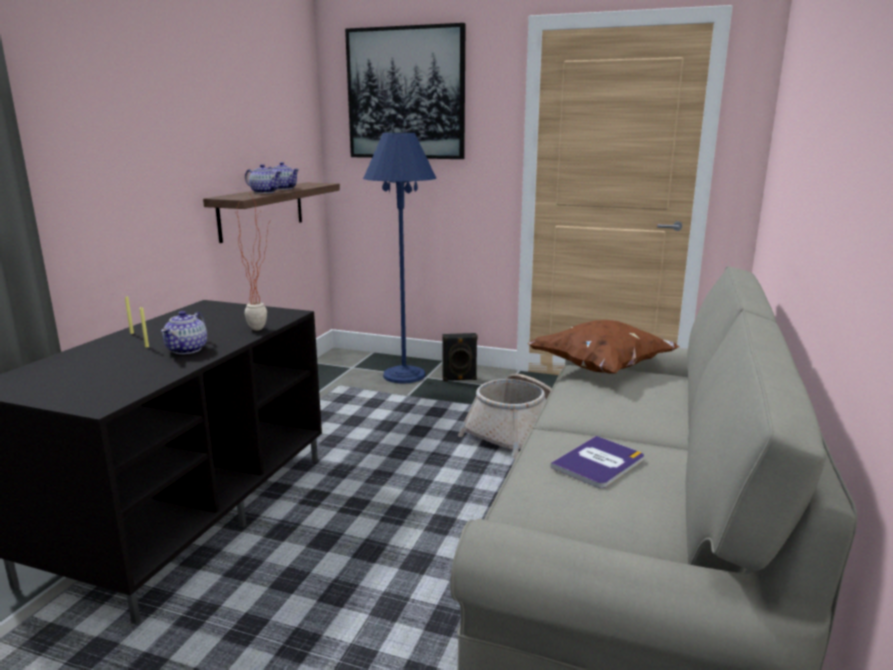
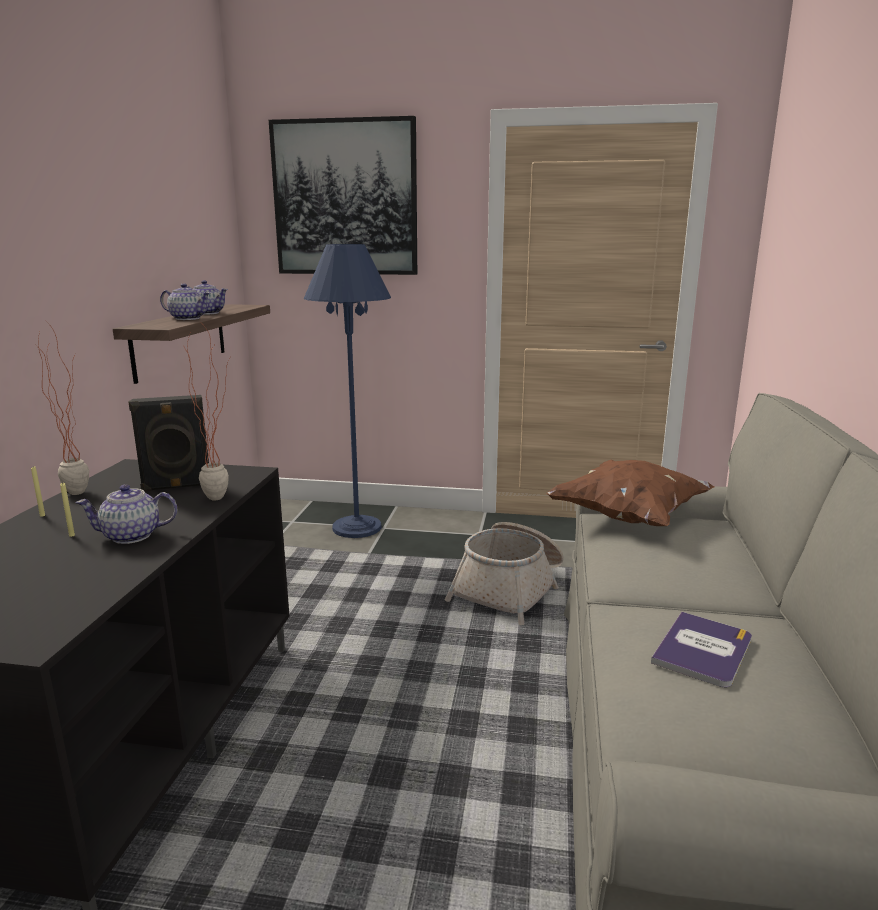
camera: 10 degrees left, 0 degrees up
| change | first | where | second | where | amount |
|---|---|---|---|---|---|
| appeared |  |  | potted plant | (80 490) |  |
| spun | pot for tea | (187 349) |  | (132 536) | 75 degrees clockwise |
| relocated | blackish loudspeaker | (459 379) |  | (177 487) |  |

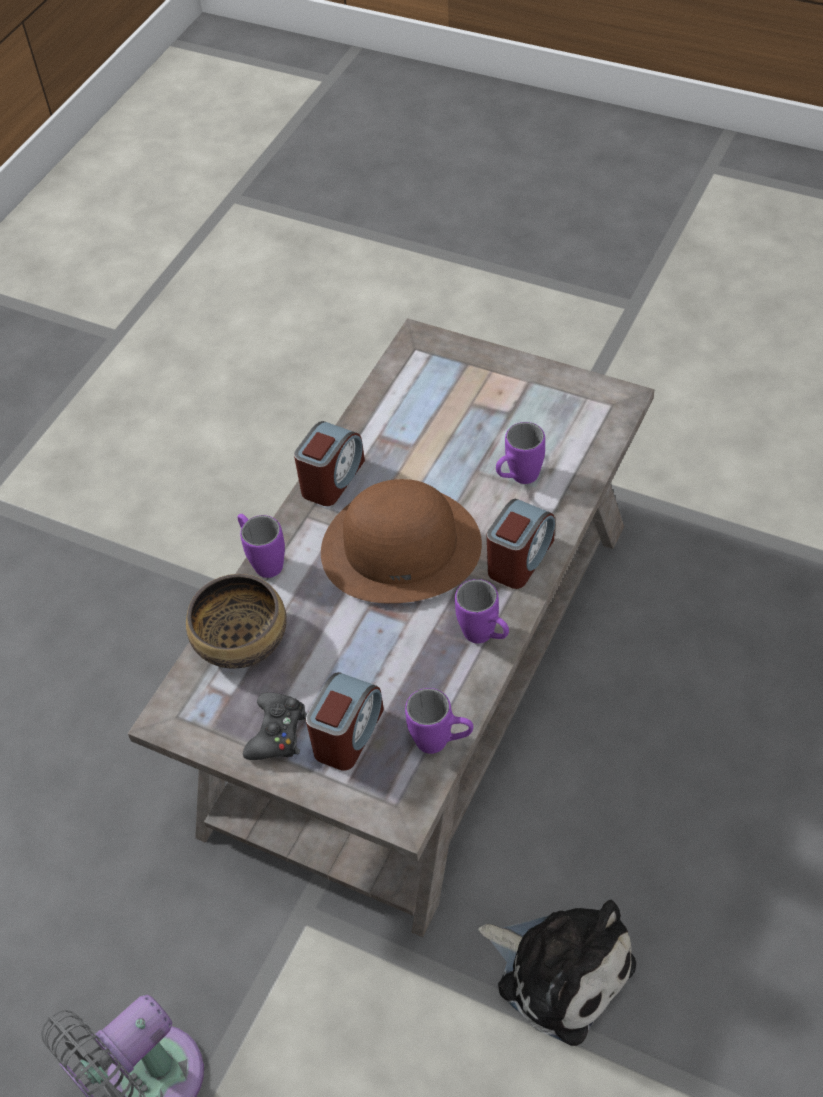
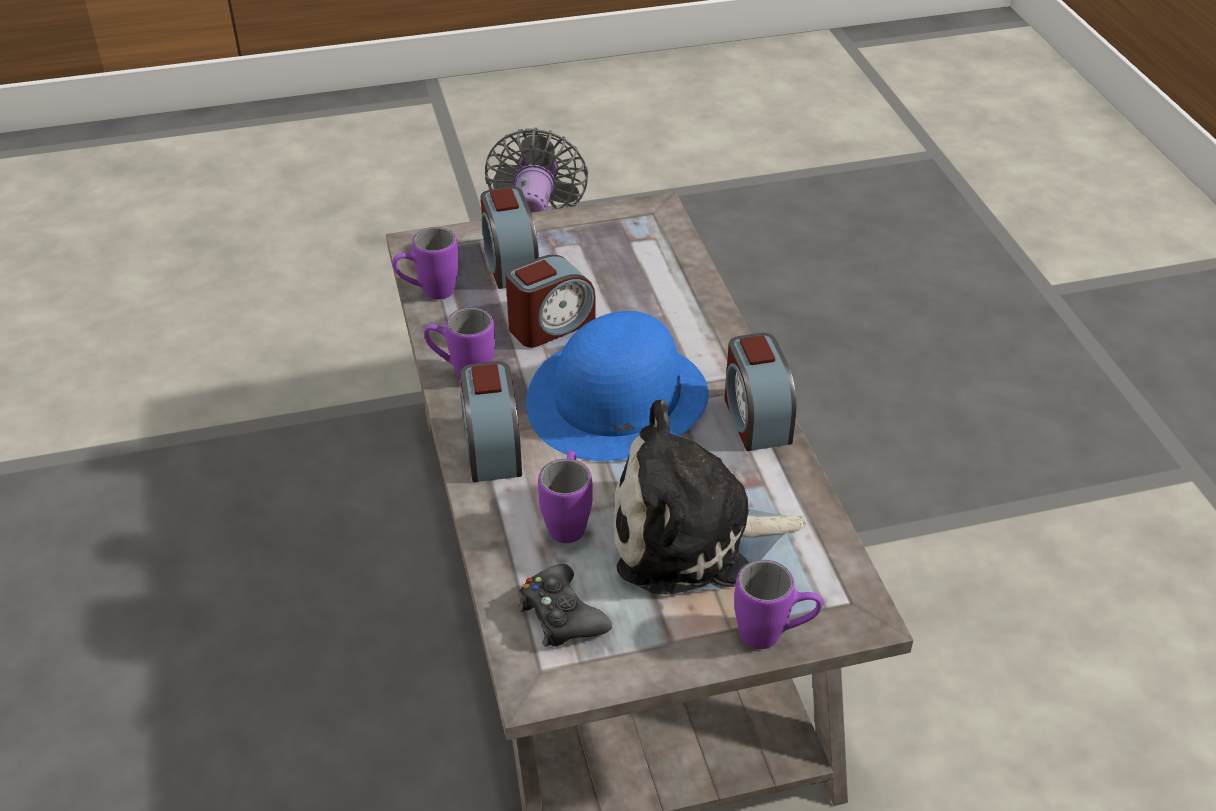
camera: 135 degrees right, 10 degrees down
| change | first | where | second | where | amount |
|---|---|---|---|---|---|
| appeared |  |  | bedside clock | (550 325) |  |
| relocated | blackish game controller | (277 733) |  | (561 615) |  |
| colour | brown hat | (401 546) | blue-coloured hat | (617 399) |  |
| relocated | soft toy | (559 970) |  | (693 536) |  |
| relocated | purplish coffee mug | (263 560) |  | (773 635) |  |
| missing | serving bowl | (242 639) |  |  |  |

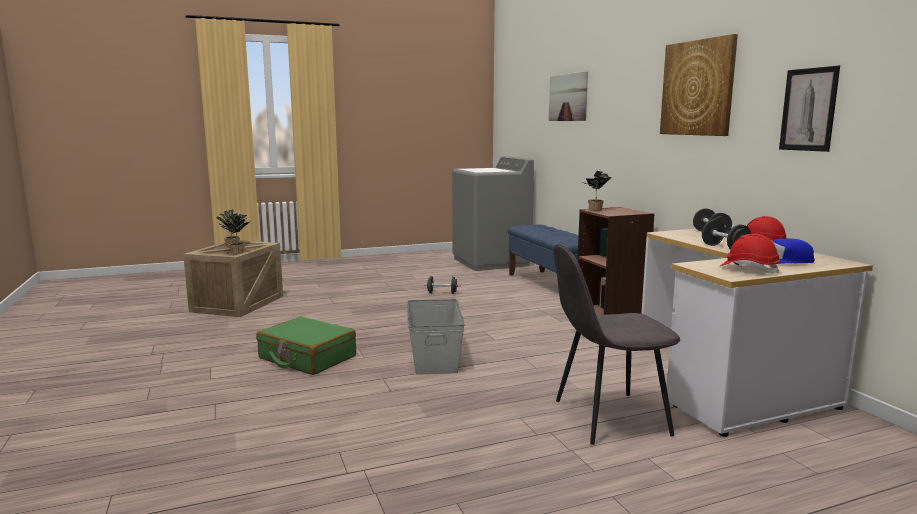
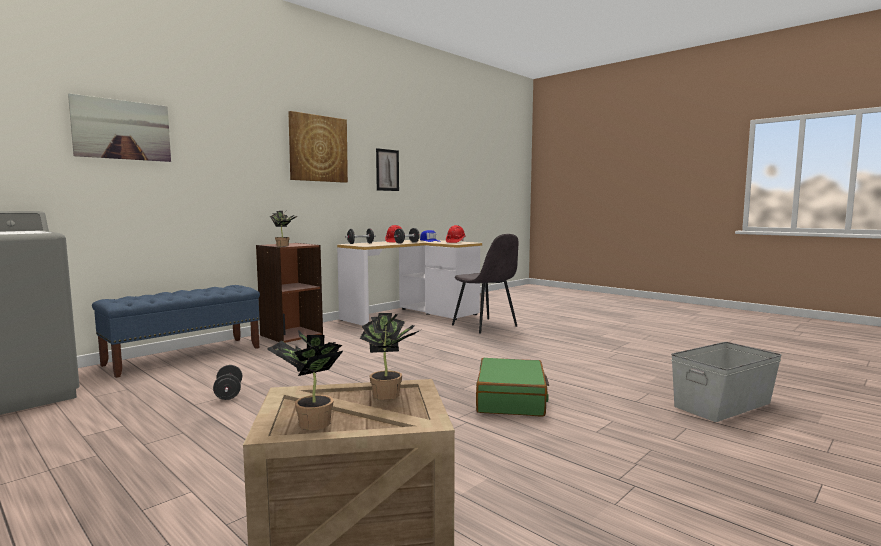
camera: 115 degrees left, 5 degrees down
| change | first | where | second | where | amount |
|---|---|---|---|---|---|
| relocated | greyish storage bin | (435 356) |  | (721 404) |  |

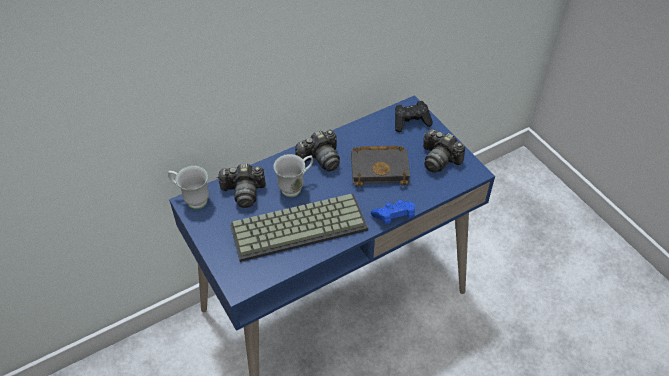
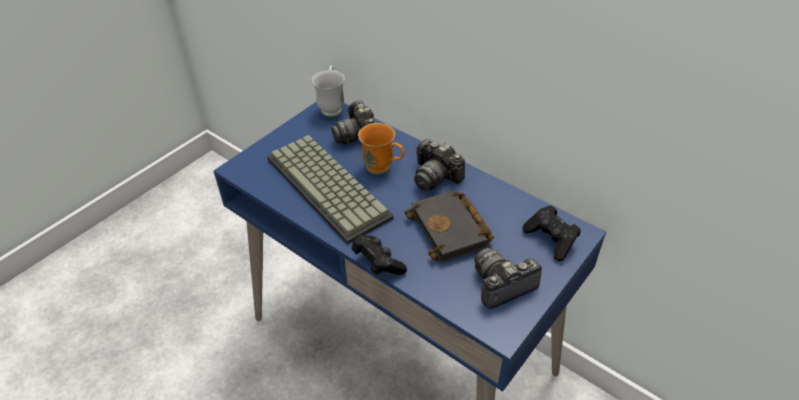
camera: 70 degrees right, 5 degrees down
| change | first | where | second | where | amount |
|---|---|---|---|---|---|
| colour | blue-coloured game controller | (394 217) | blackish game controller | (377 263) |  |
| colour | white coffee mug | (296 187) | orangey coffee mug | (383 169) |  |
| spun | still camera | (439 159) |  | (502 285) | 45 degrees clockwise |

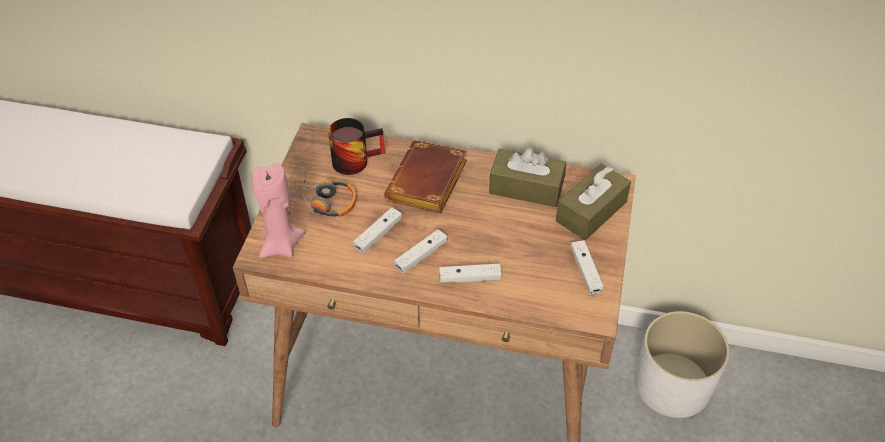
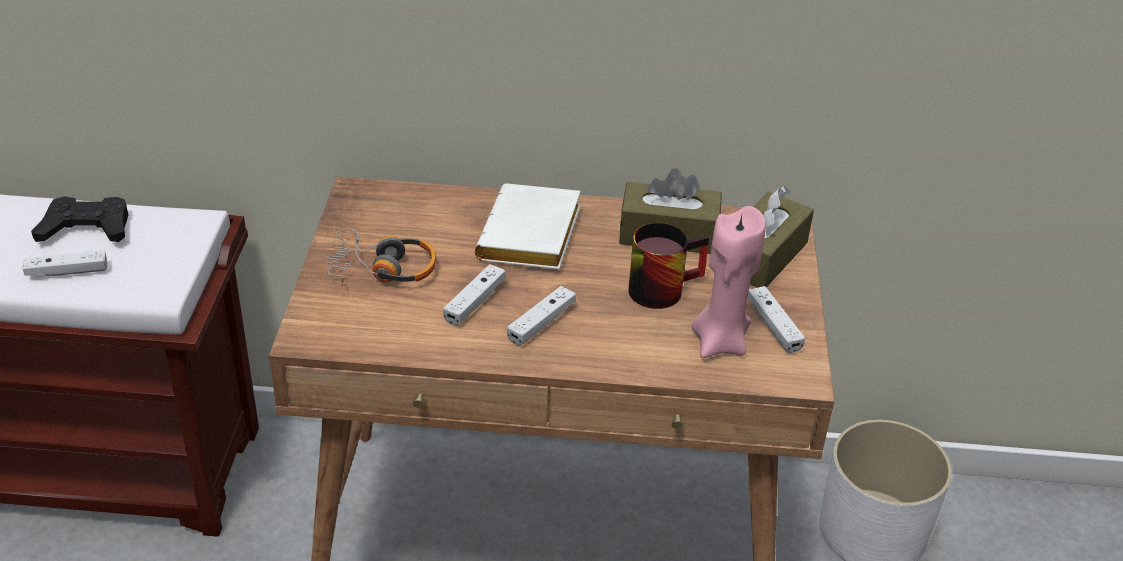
camera: 10 degrees left, 10 degrees down
| change | first | where | second | where | amount |
|---|---|---|---|---|---|
| relocated | white game controller | (470 278) |  | (67 271) |  |
| appeared |  |  | blackish game controller | (86 228) |  |
| colour | brown book | (428 184) | white book | (532 238) |  |
| relocated | coffee mug | (355 158) |  | (661 286) |  |
| relocated | pinkish candle | (281 245) |  | (720 342) |  |

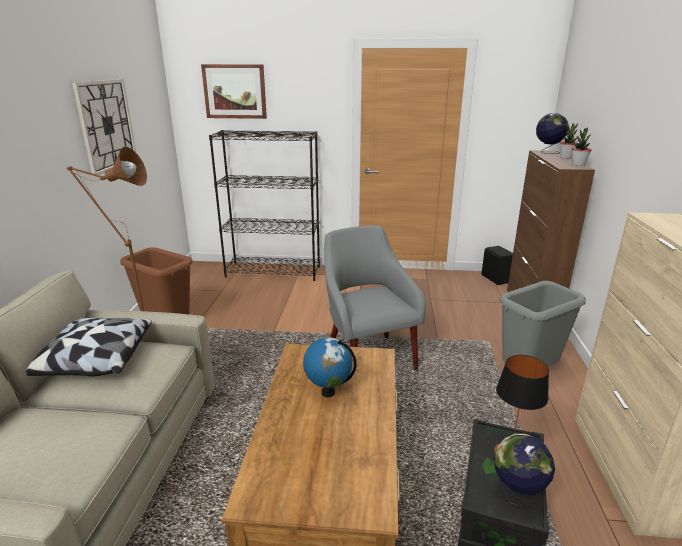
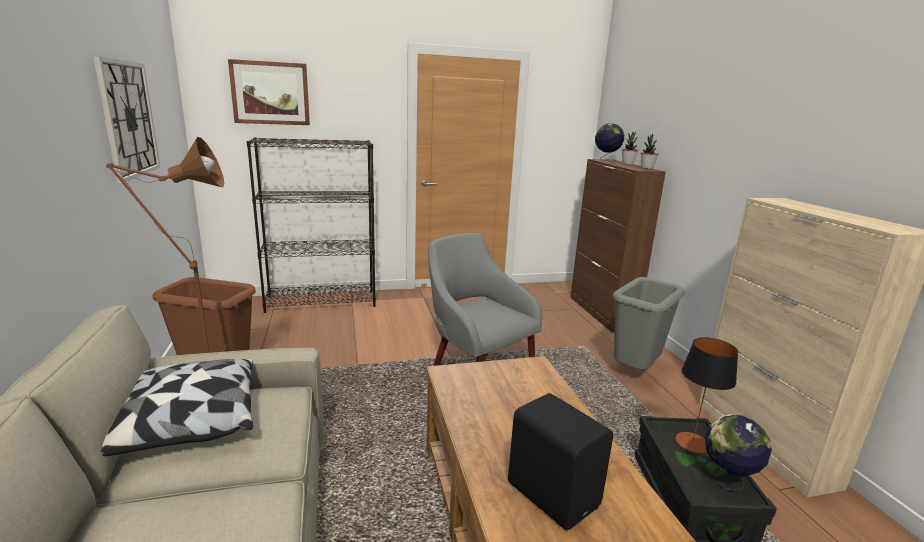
camera: 20 degrees left, 5 degrees down
| change | first | where | second | where | amount |
|---|---|---|---|---|---|
| relocated | blackish loudspeaker | (496 278) |  | (553 493) |  |
| missing | world globe | (328 392) |  |  |  |

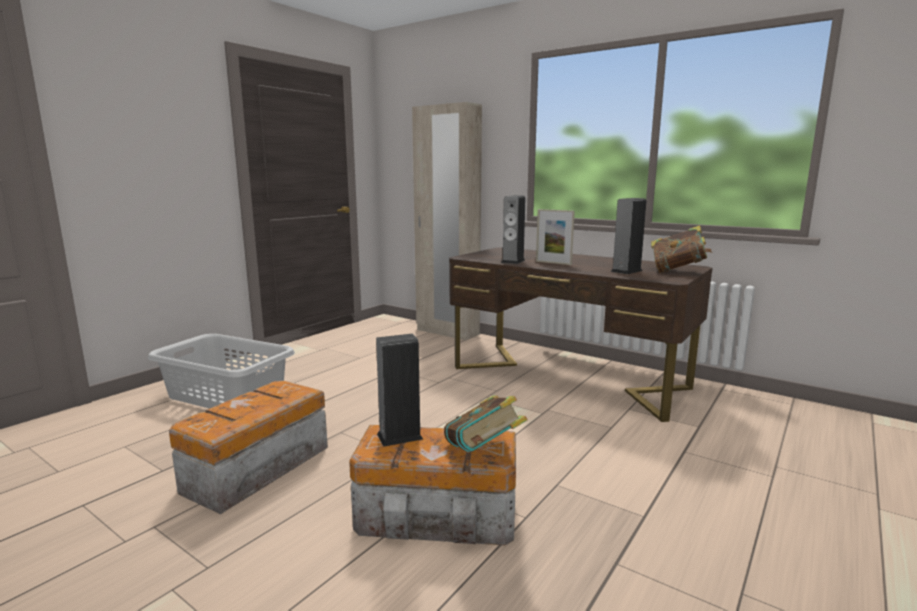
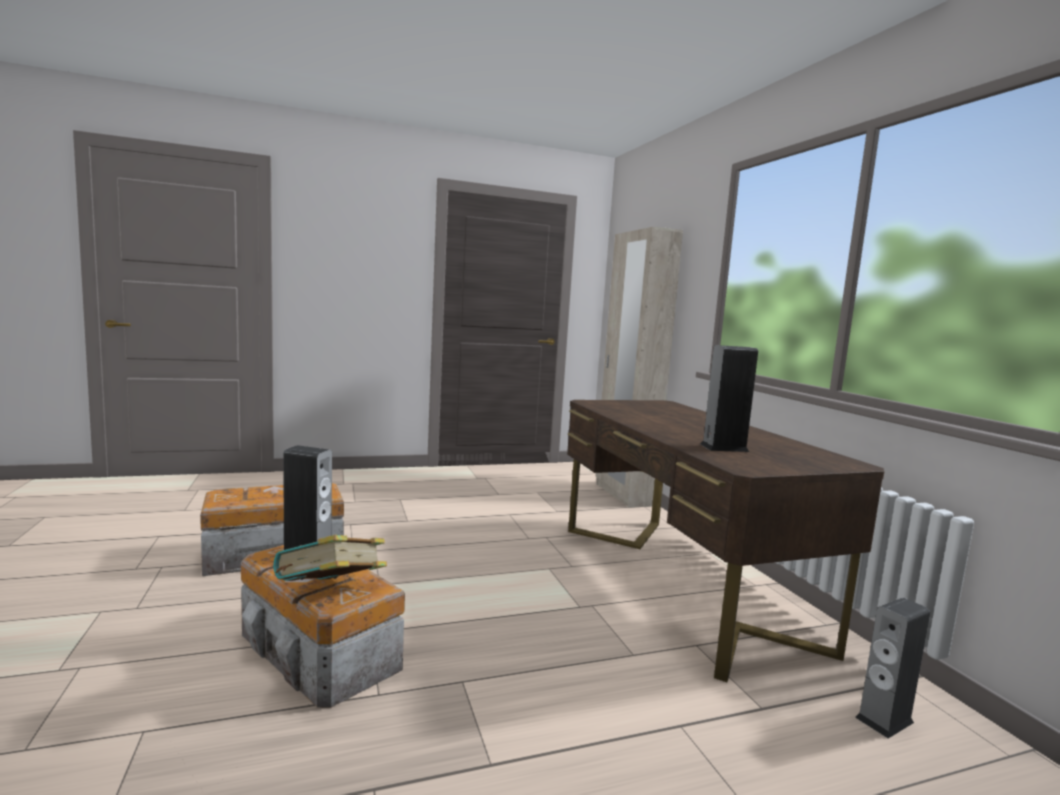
camera: 35 degrees right, 5 degrees down
| change | first | where | second | where | amount |
|---|---|---|---|---|---|
| relocated | loudspeaker | (513 261) |  | (884 720) |  |
| missing | greyish laundry basket | (226 395) |  |  |  |
| missing | photo frame | (553 263) |  |  |  |
| missing | book | (677 271) |  |  |  |

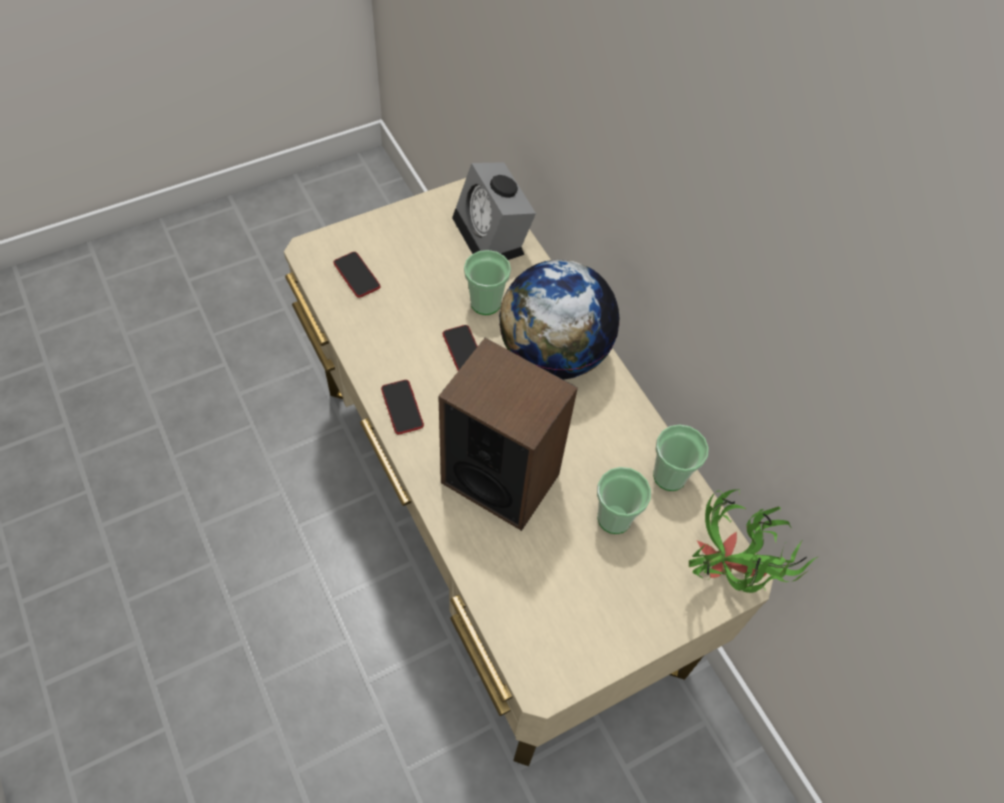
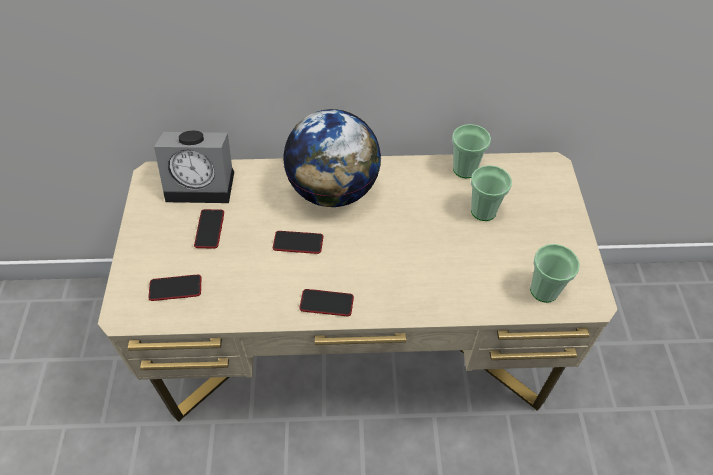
camera: 60 degrees left, 5 degrees down
| change | first | where | second | where | amount |
|---|---|---|---|---|---|
| appeared |  |  | telephone | (209 229) |  |
| relocated | small cup | (485 303) |  | (544 290) |  |
| missing | loudspeaker | (500 478) |  |  |  |
| missing | potted plant | (723 579) |  |  |  |

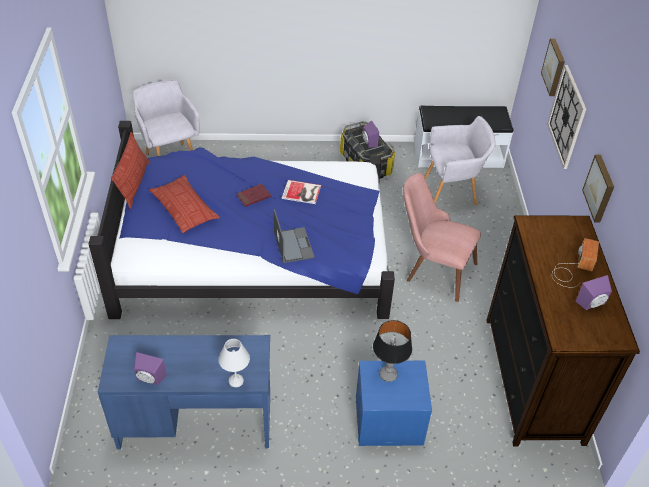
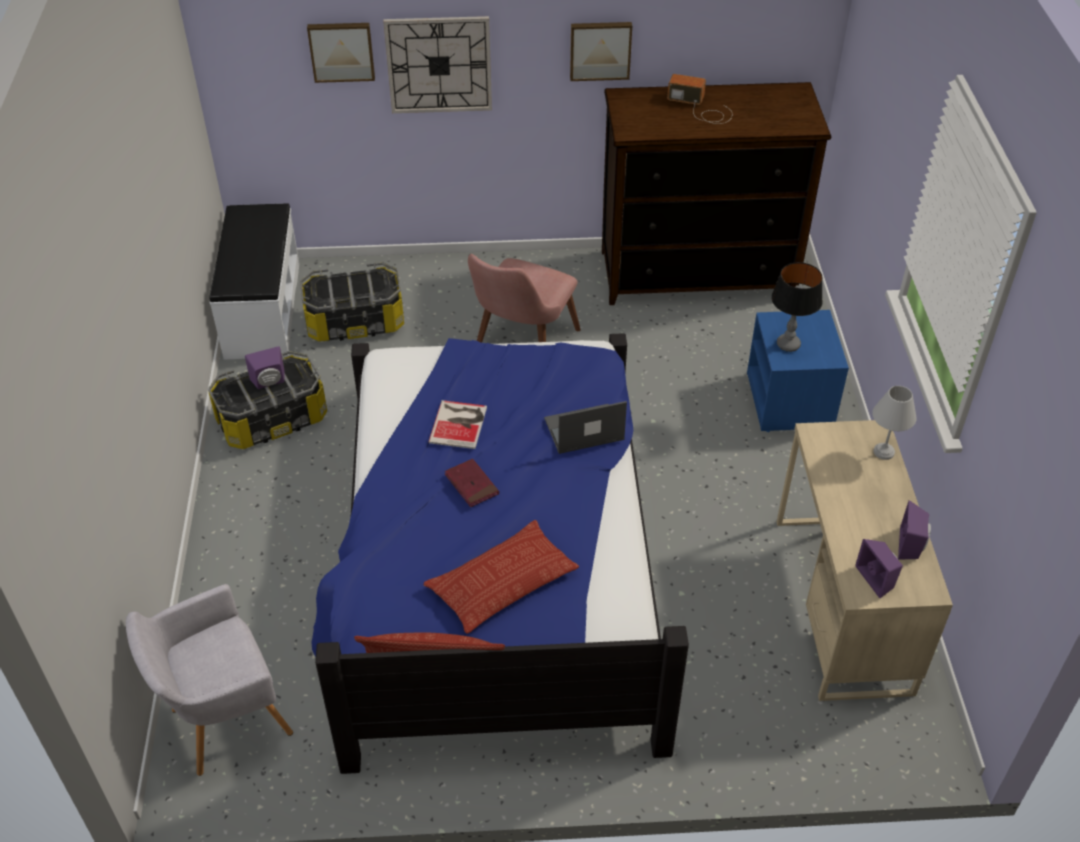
camera: 90 degrees left, 0 degrees up
| change | first | where | second | where | amount |
|---|---|---|---|---|---|
| exchanged | greyish lounge chair | (452 193) | storage bin | (355 322) |  |
| colour | blue-coloured desk | (195 420) | beige desk | (841 604) |  |
| relocated | purplish loudspeaker | (592 304) |  | (878 578) |  |

